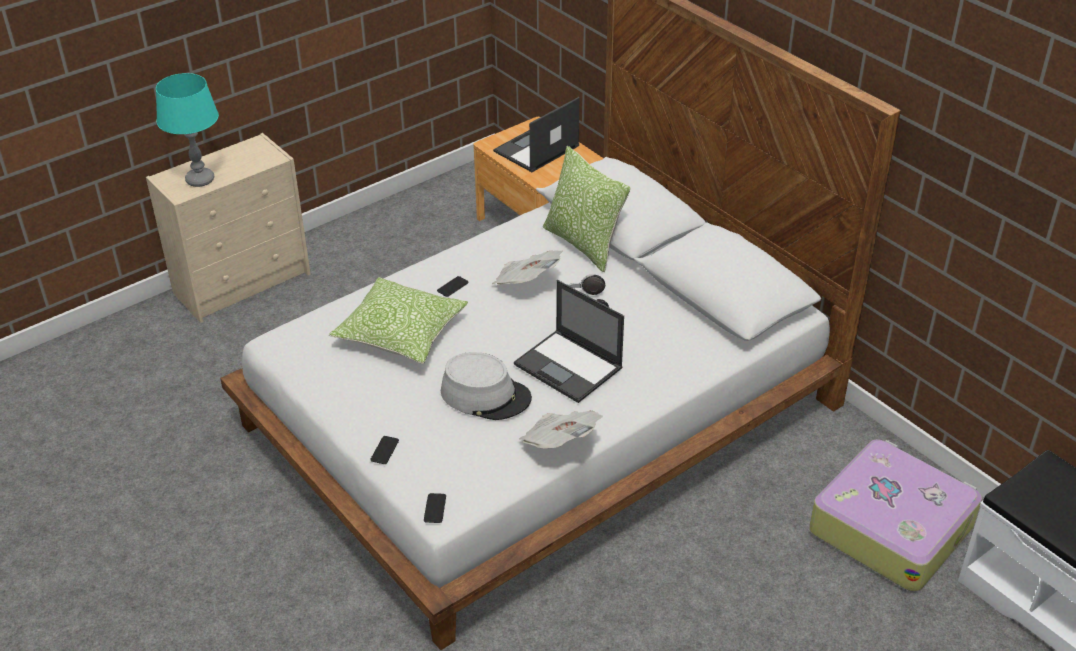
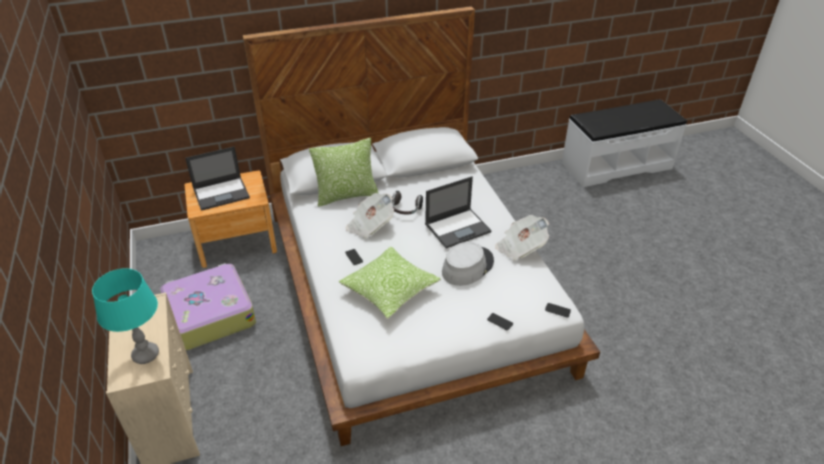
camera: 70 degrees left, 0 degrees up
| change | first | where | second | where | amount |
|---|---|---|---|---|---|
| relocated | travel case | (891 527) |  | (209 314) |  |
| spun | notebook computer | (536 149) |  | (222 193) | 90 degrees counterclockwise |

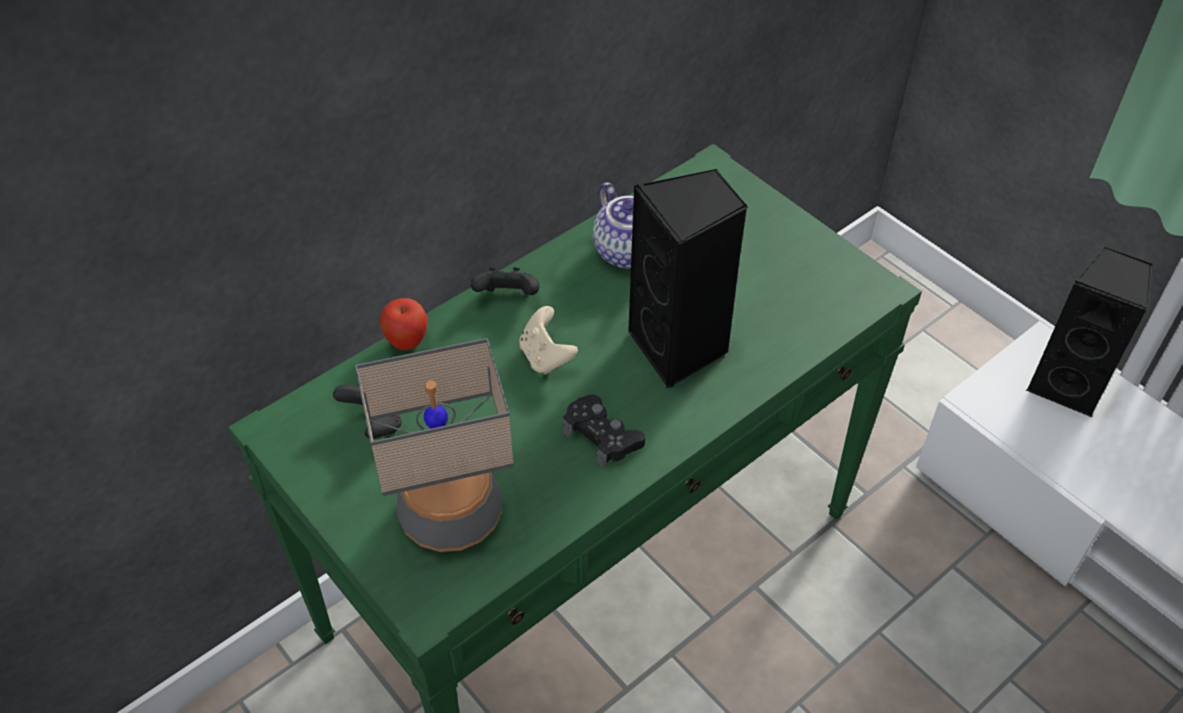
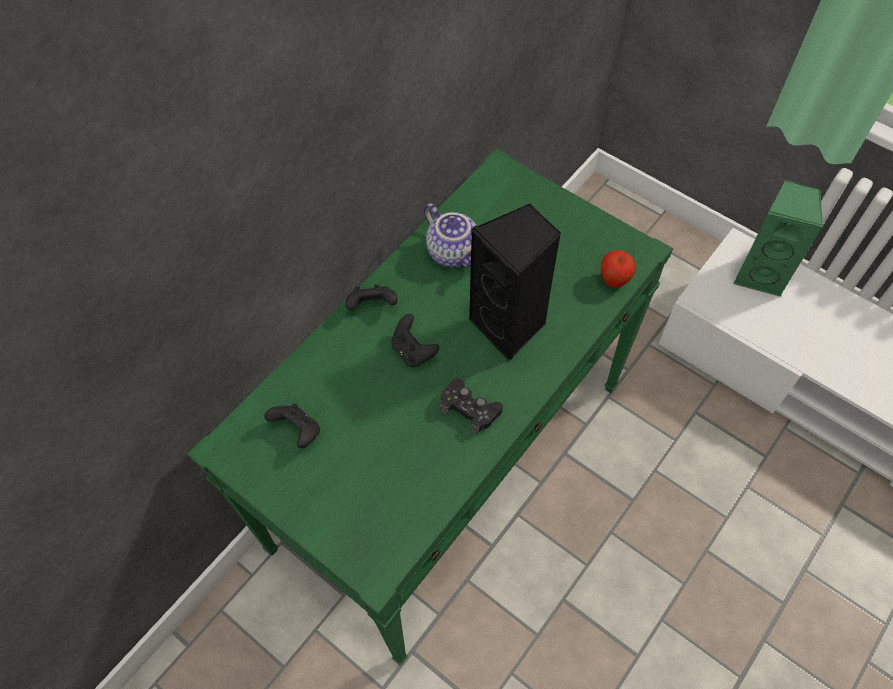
camera: 10 degrees left, 10 degrees up
| change | first | where | second | where | amount |
|---|---|---|---|---|---|
| colour | beige game controller | (546 357) | blackish game controller | (413 351) |  |
| relocated | apple | (407 343) |  | (614 281) |  |
| colour | blackish loudspeaker | (1067 385) | green loudspeaker | (760 274) |  |
| missing | table lamp | (451 512) |  |  |  |

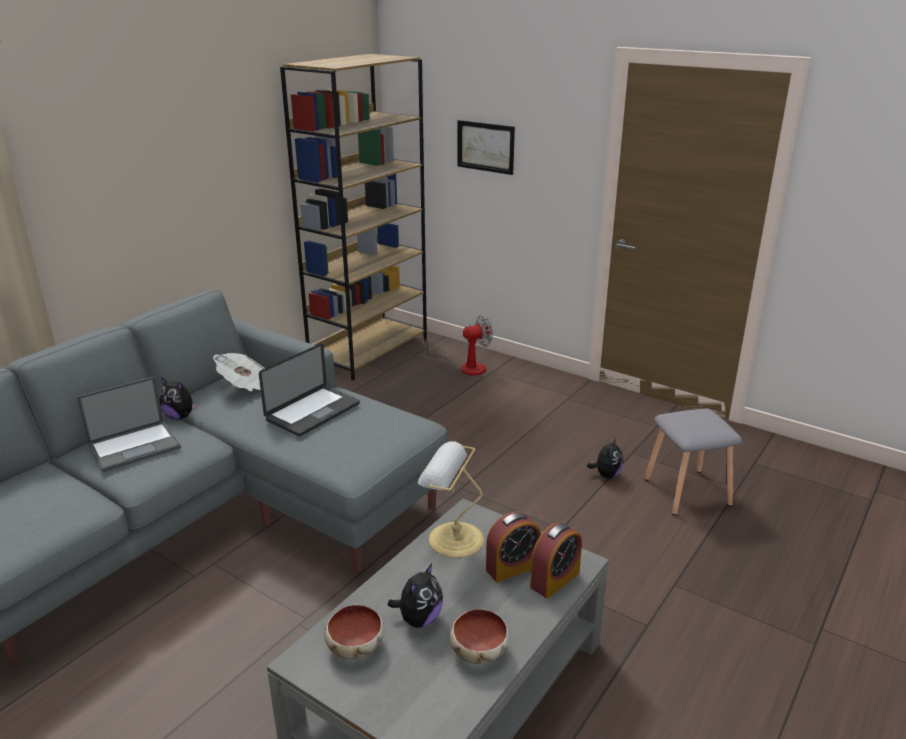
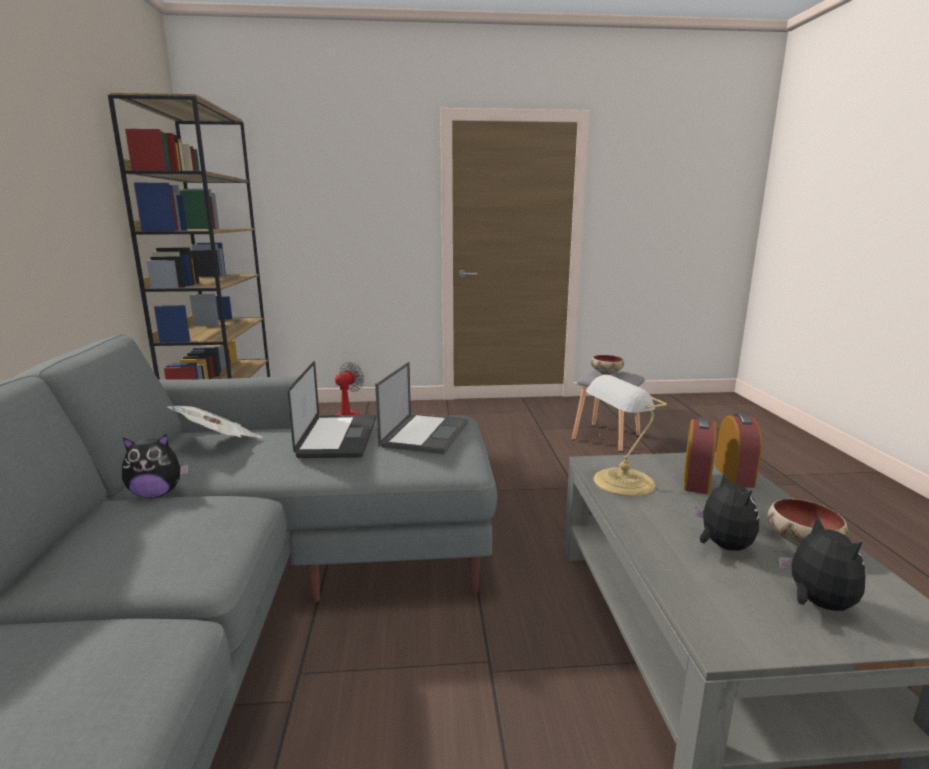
camera: 40 degrees left, 10 degrees down
| change | first | where | second | where | amount |
|---|---|---|---|---|---|
| relocated | notebook computer | (135 446) |  | (425 433) |  |
| relocated | serving bowl | (355 645) |  | (606 373) |  |
| relocated | soft toy | (606 475) |  | (816 603) |  |
| missing | picture | (485 147) |  |  |  |

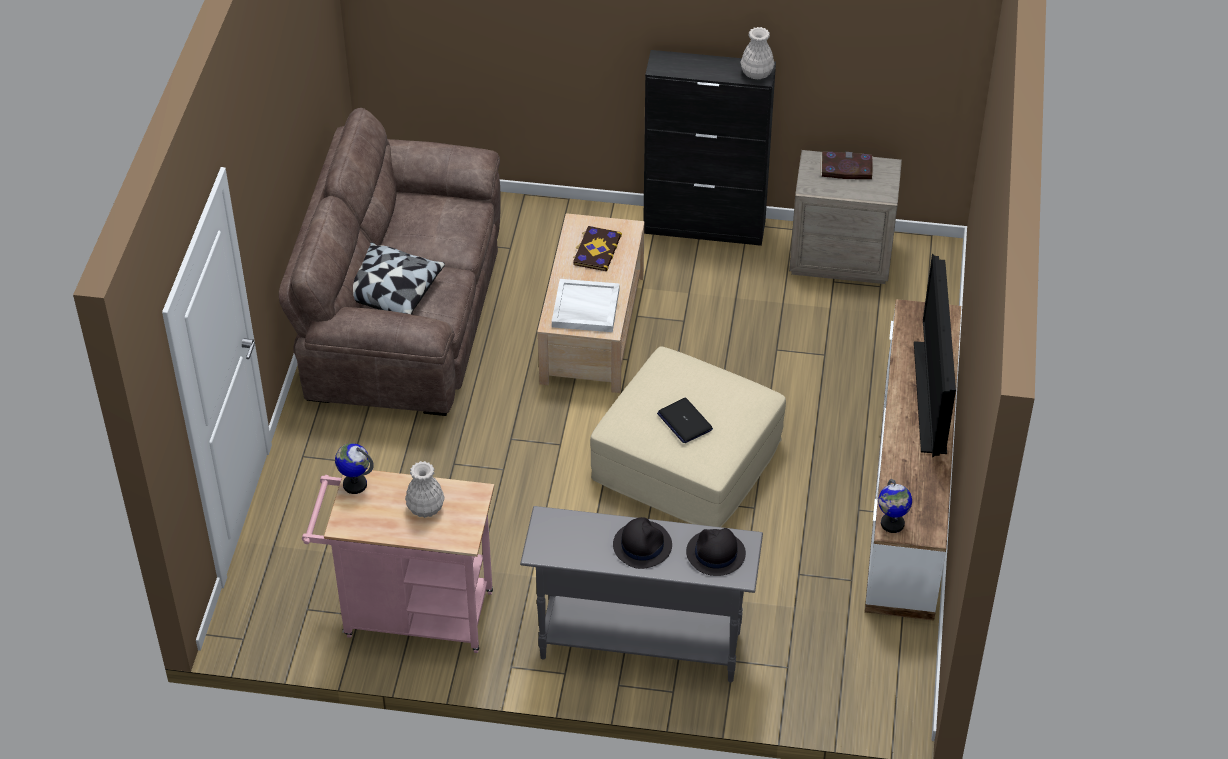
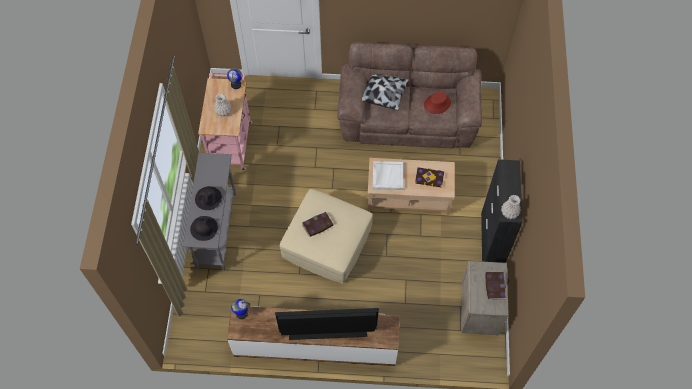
camera: 85 degrees right, 15 degrees up
| change | first | where | second | where | amount |
|---|---|---|---|---|---|
| exchanged | notebook computer | (684 421) | book | (317 225) |  |
| appeared |  |  | red hat | (437 104) |  |

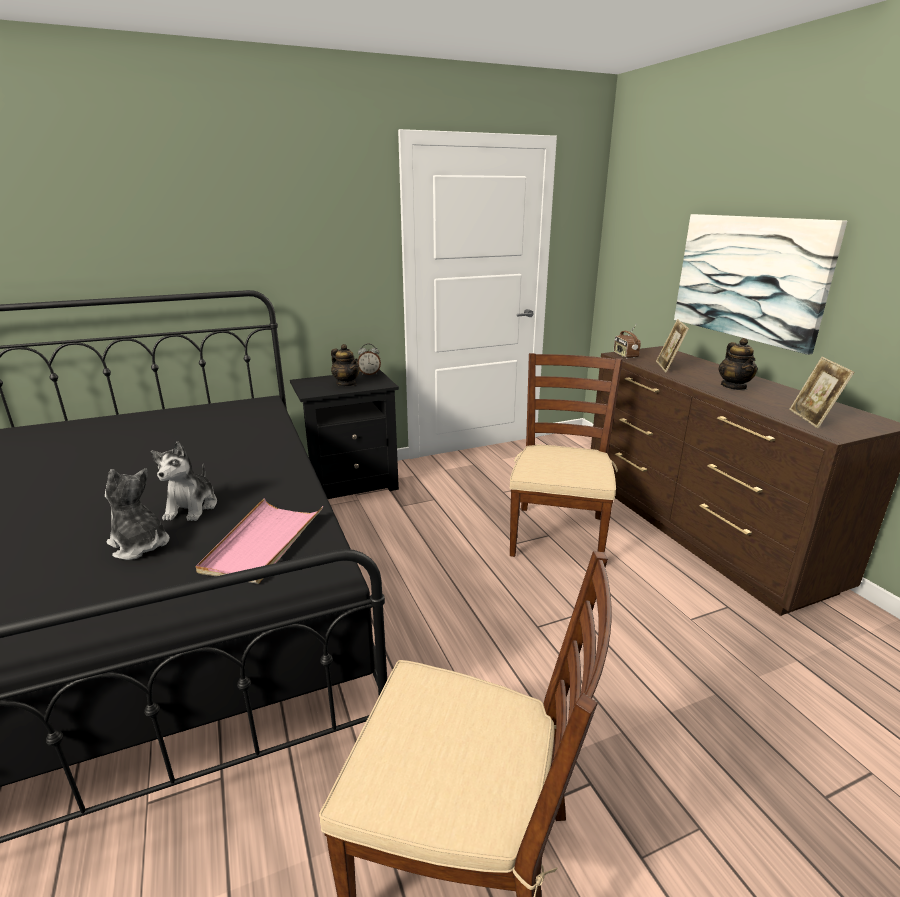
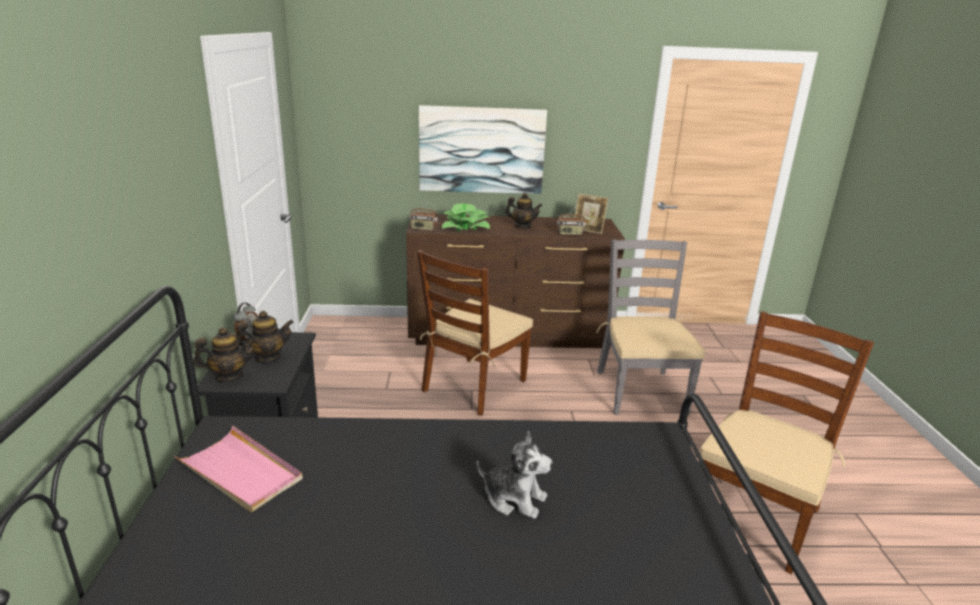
camera: 70 degrees left, 0 degrees up
| change | first | where | second | where | amount |
|---|---|---|---|---|---|
| relocated | pinkish tray | (263 543) |  | (240 472) |  |
| appeared |  |  | pot for tea | (229 376) |  |
| spun | brown chair | (558 534) |  | (474 386) | 90 degrees counterclockwise |
| exchanged | photo frame | (668 367) | potted plant | (466 227) |  |
| appeared |  |  | radio | (570 234) |  |
| appeared |  |  | greyish chair | (640 391) |  |
| missing | soft toy | (140 545) |  |  |  |

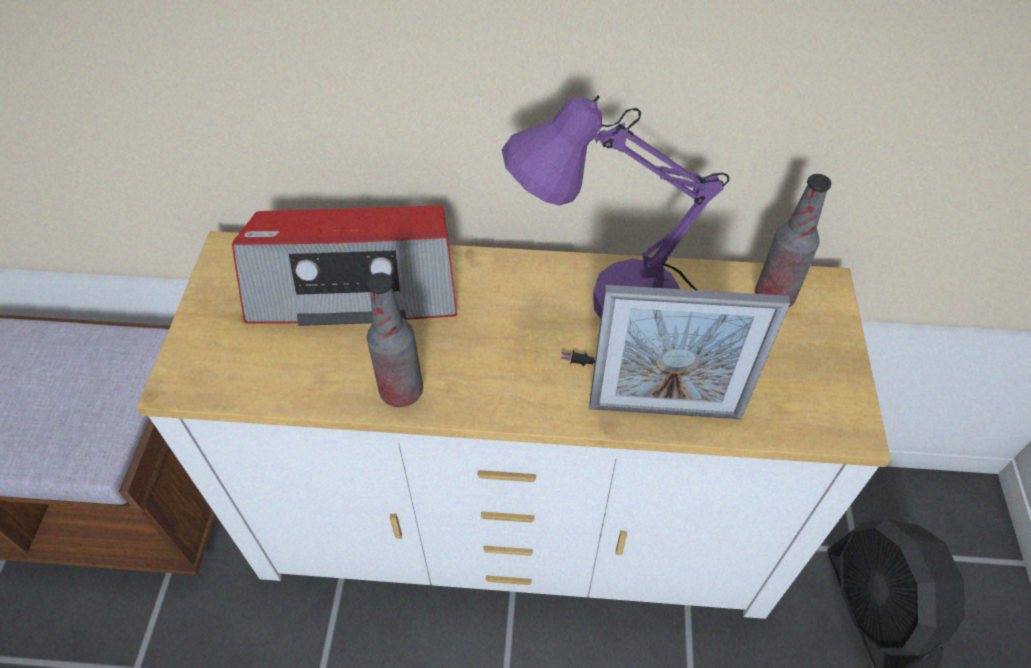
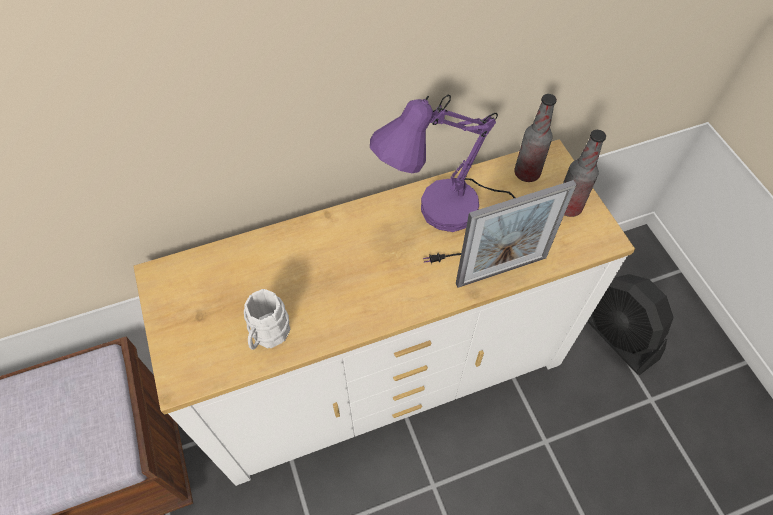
camera: 25 degrees left, 5 degrees up
| change | first | where | second | where | amount |
|---|---|---|---|---|---|
| appeared |  |  | white coffee mug | (267 334) |  |
| relocated | beverage bottle | (401 391) |  | (568 207) |  |
| missing | radio | (355 284) |  |  |  |

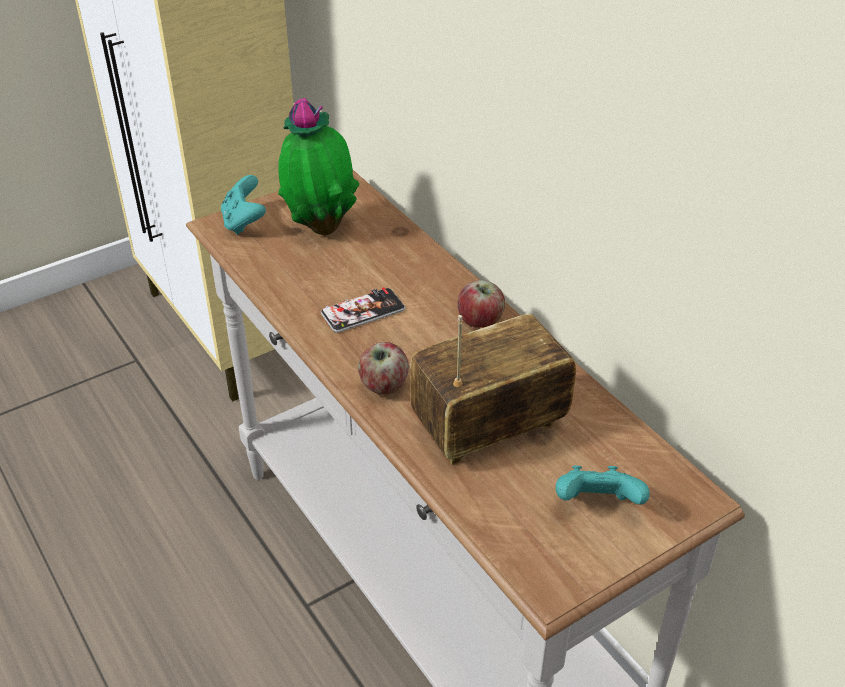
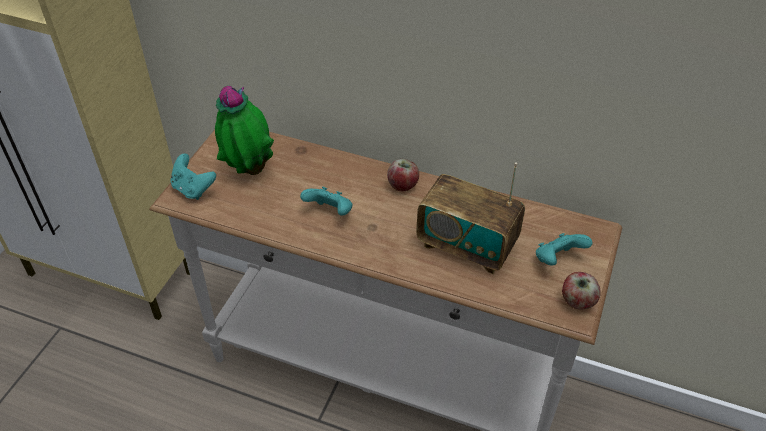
camera: 35 degrees left, 5 degrees up
| change | first | where | second | where | amount |
|---|---|---|---|---|---|
| exchanged | telephone | (363 311) | turquoise-coloured game controller | (330 212) |  |
| spun | radio | (489 427) |  | (467 246) | 90 degrees counterclockwise |
| relocated | apple | (383 386) |  | (577 301) |  |

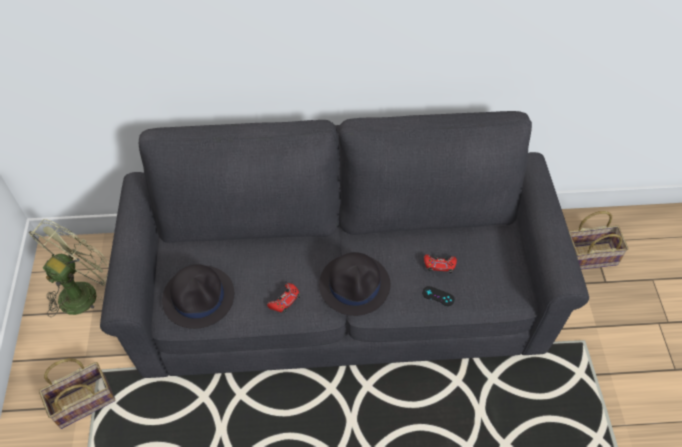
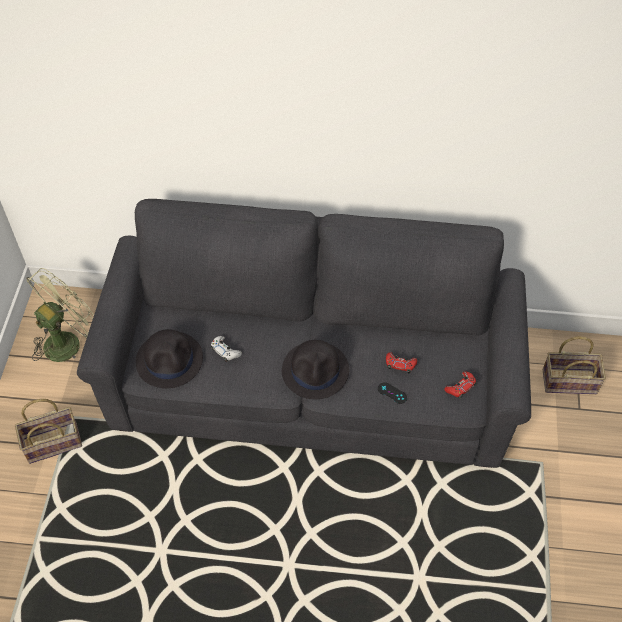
camera: 10 degrees right, 0 degrees up
| change | first | where | second | where | amount |
|---|---|---|---|---|---|
| appeared |  |  | white game controller | (225 351) |  |
| relocated | red game controller | (284 300) |  | (460 387) |  |

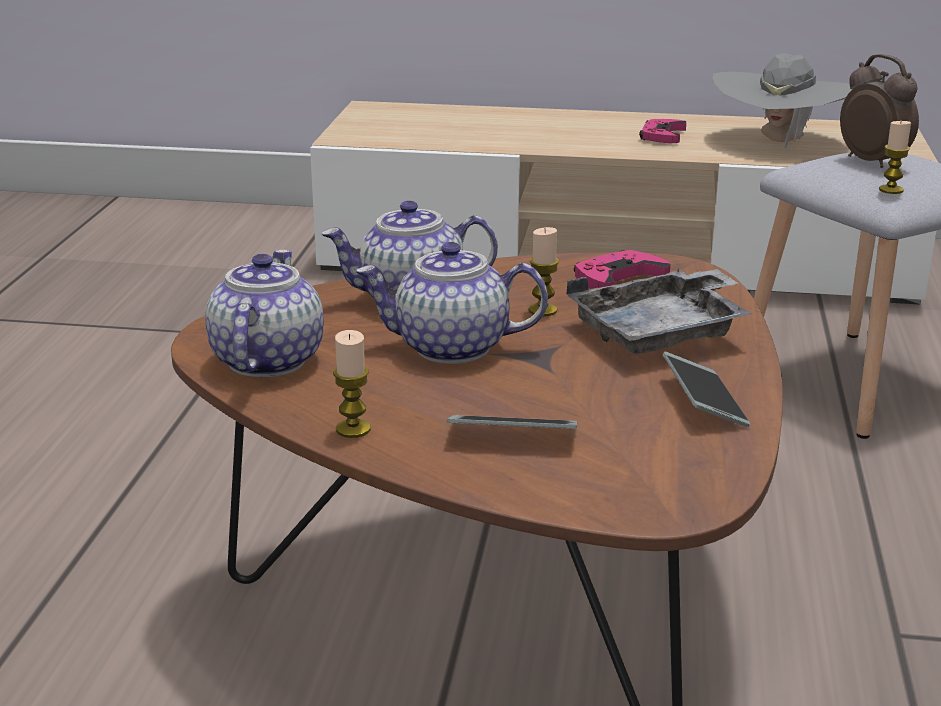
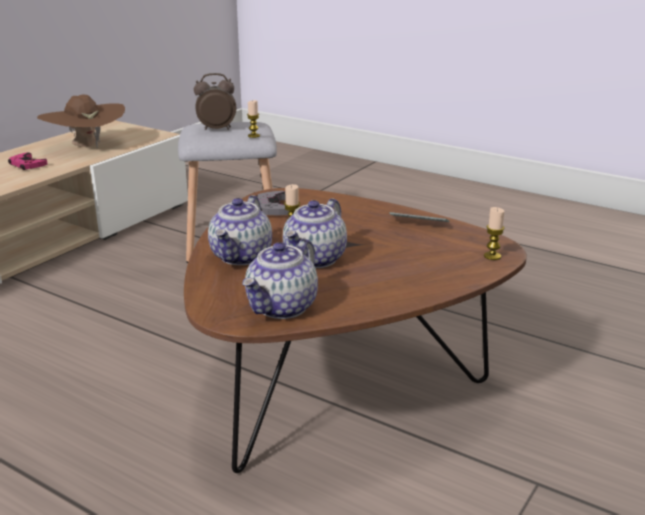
camera: 65 degrees left, 0 degrees up
| change | first | where | second | where | amount |
|---|---|---|---|---|---|
| colour | greyish hat | (780 142) | brown hat | (86 146) |  |
| spun | pot for tea | (266 360) |  | (282 308) | 90 degrees counterclockwise |
| colour | pinkish game controller | (618 279) | greyish game controller | (273 208) |  |
| relocated | candle | (353 429) |  | (492 256) |  |
| missing | telephone | (512 435) |  |  |  |
| missing | greyish tray | (661 333) |  |  |  |

